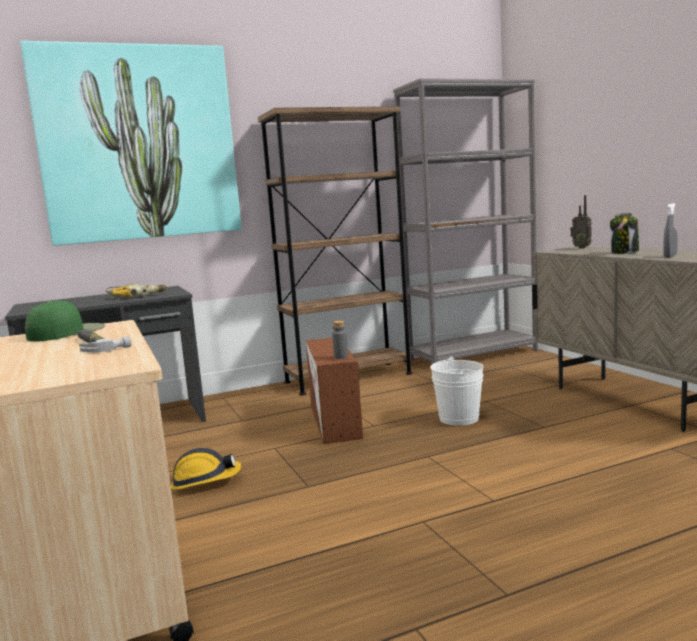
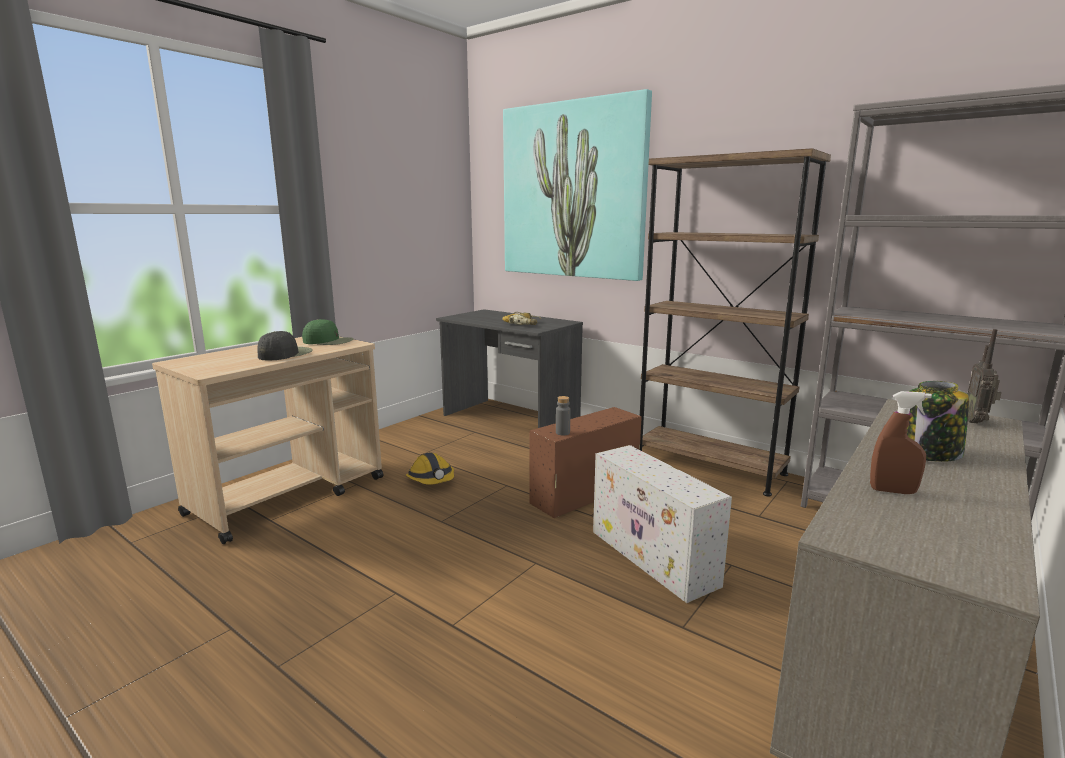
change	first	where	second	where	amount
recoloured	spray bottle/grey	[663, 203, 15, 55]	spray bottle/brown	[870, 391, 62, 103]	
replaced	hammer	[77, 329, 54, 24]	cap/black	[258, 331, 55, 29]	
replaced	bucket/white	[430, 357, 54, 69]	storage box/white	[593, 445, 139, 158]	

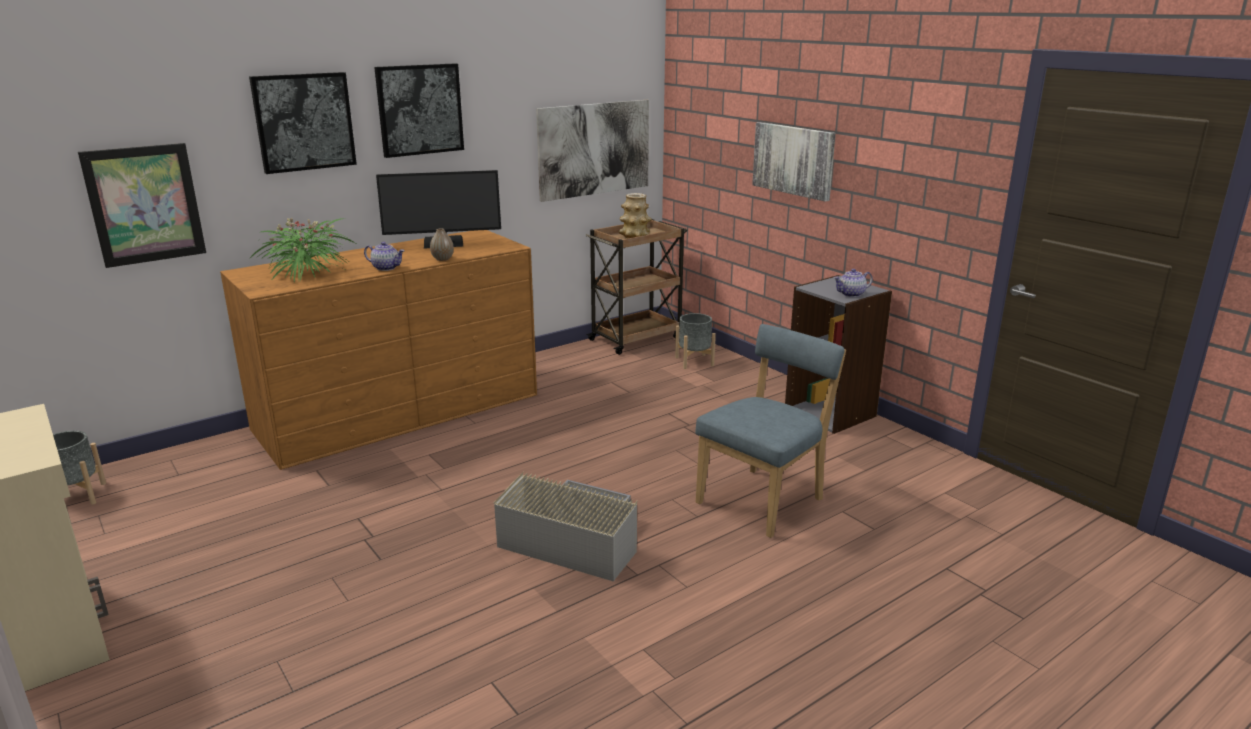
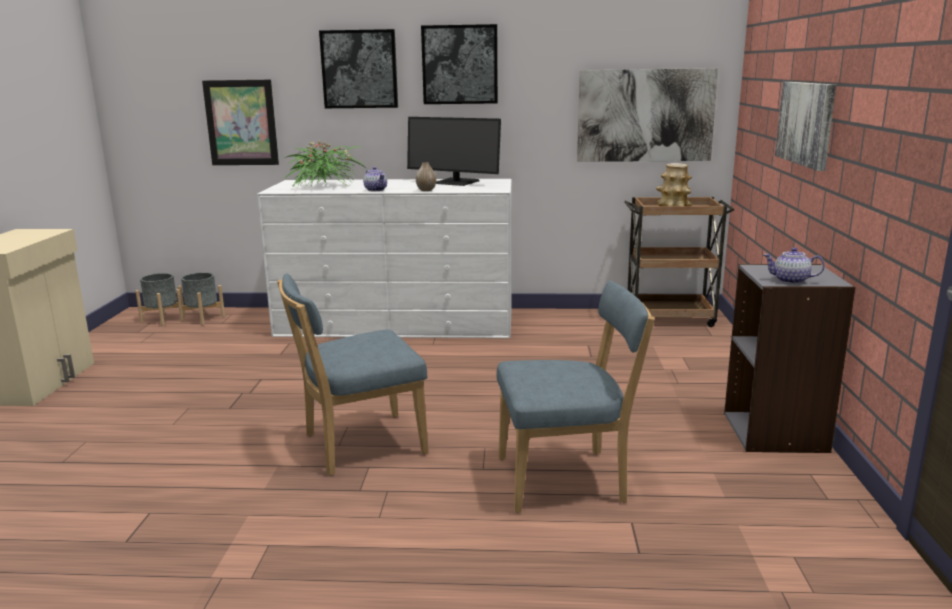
change	first	where	second	where	amount
recoloured	dresser/brown	[220, 230, 317, 240]	dresser/white	[257, 179, 255, 159]	
moved	planter/grey	[675, 313, 41, 56]		[176, 272, 49, 53]	
replaced	storage box/grey	[494, 472, 143, 109]	chair/blue	[277, 273, 152, 202]	

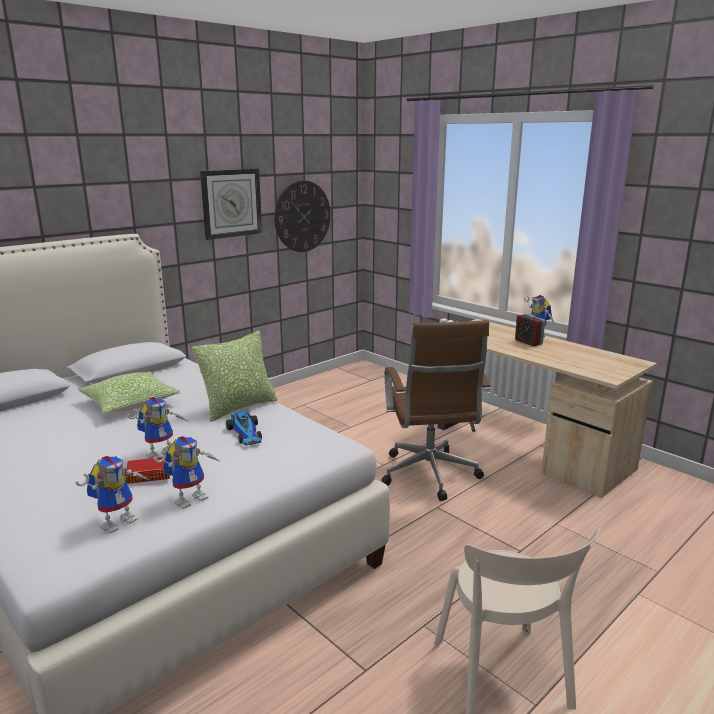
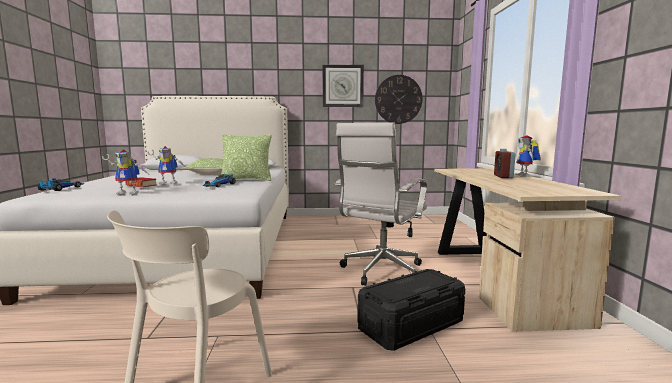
change	first	where	second	where	amount
recoloured	office chair/brown	[381, 320, 110, 181]	office chair/white	[334, 122, 93, 164]	
removed	toy robot	[75, 456, 76, 78]			
added			toy car	[37, 178, 48, 13]	
added			storage box/black	[357, 269, 108, 82]	

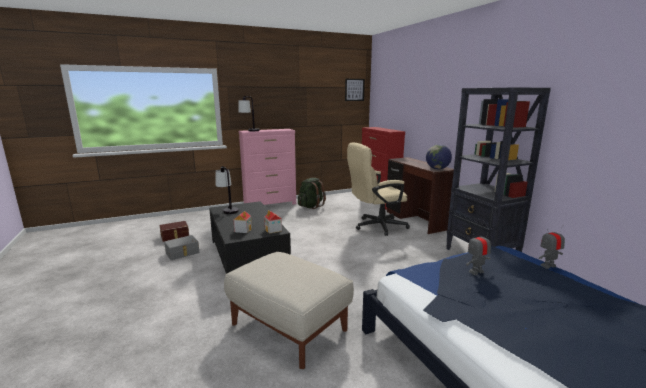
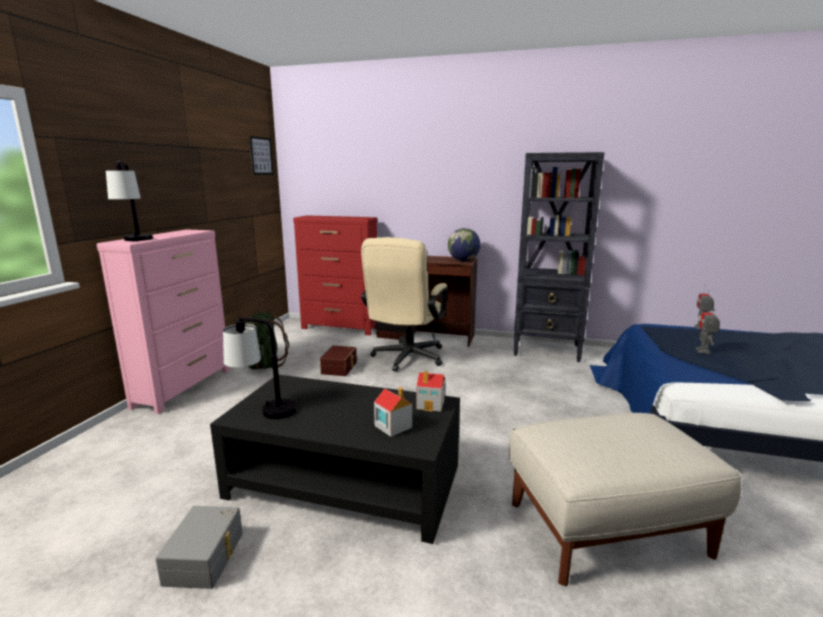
change	first	where	second	where	amount
moved	storage box/brown	[160, 221, 29, 21]		[320, 346, 37, 30]	

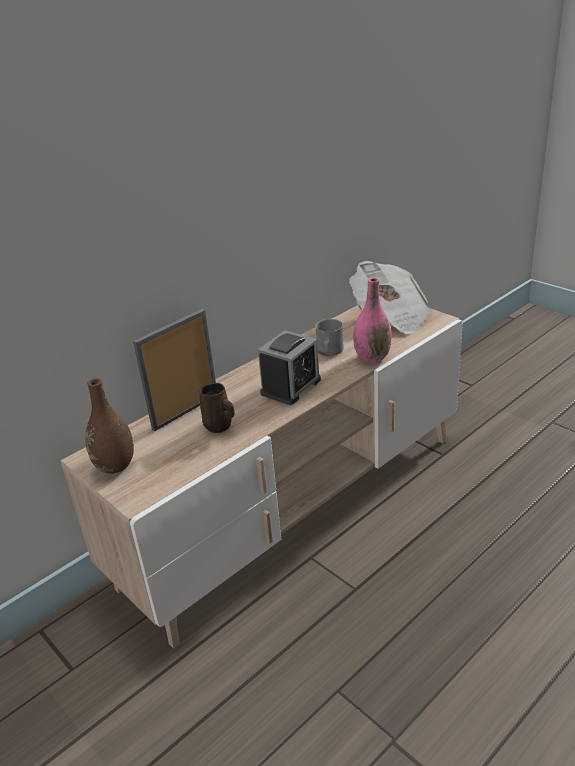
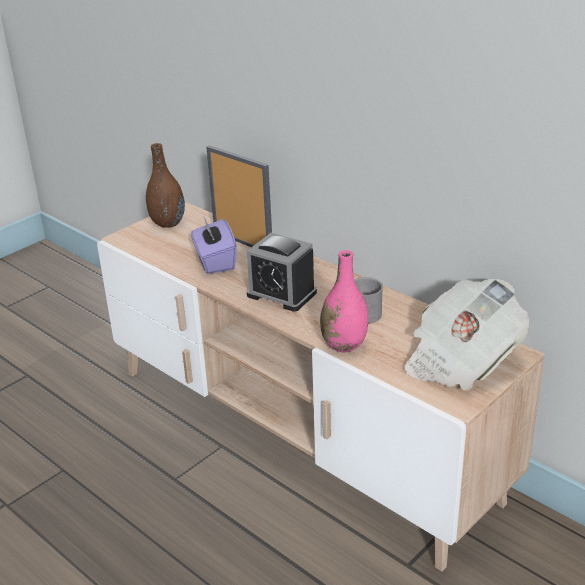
change	first	where	second	where	amount
replaced	mug/brown	[200, 383, 35, 50]	tissue box/purple	[191, 217, 46, 57]	

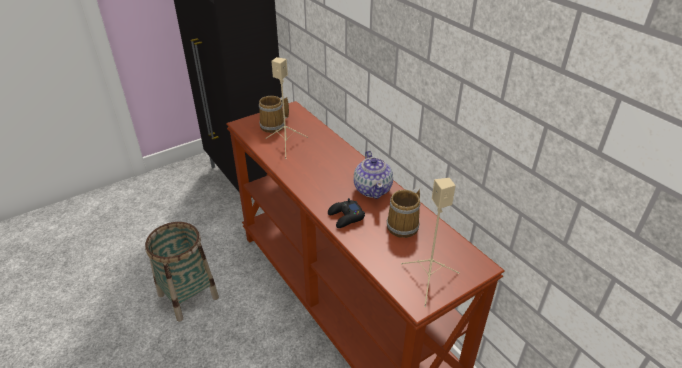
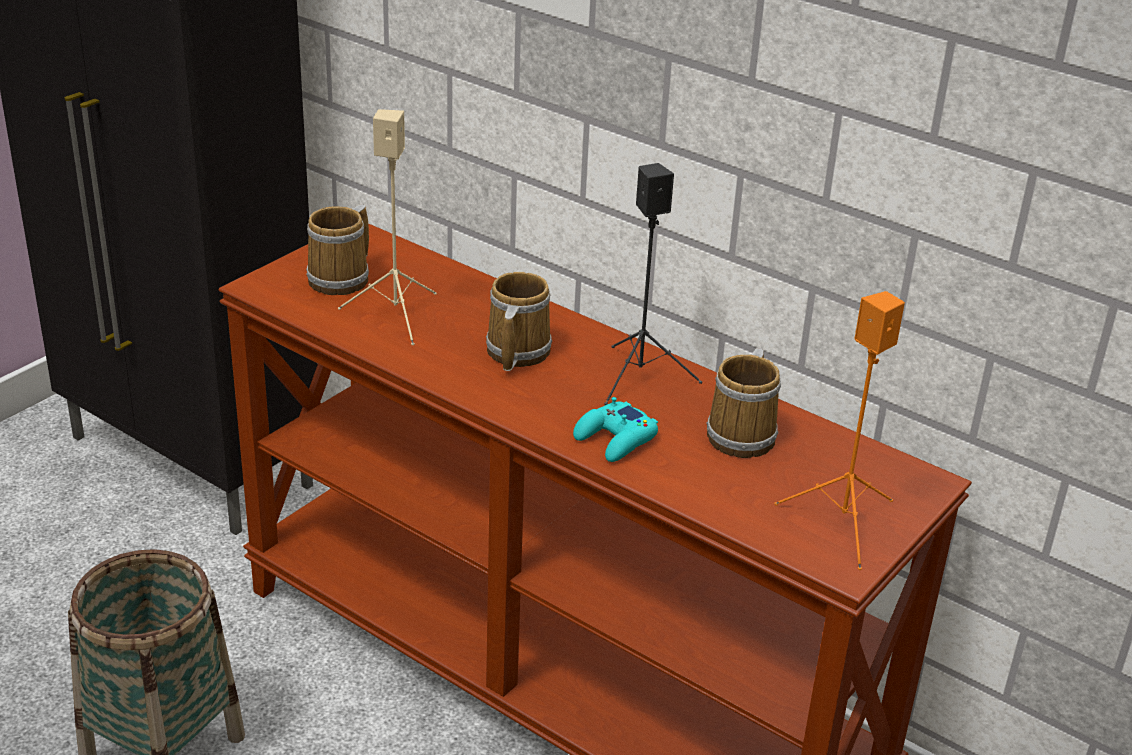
change	first	where	second	where	amount
replaced	teapot	[354, 150, 39, 49]	speaker/black	[604, 163, 98, 242]	
recoloured	speaker/beige	[401, 178, 58, 129]	speaker/orange	[774, 291, 131, 279]	
recoloured	game controller/black	[328, 198, 37, 30]	game controller/turquoise	[573, 397, 85, 65]	
added			mug	[486, 272, 66, 99]	

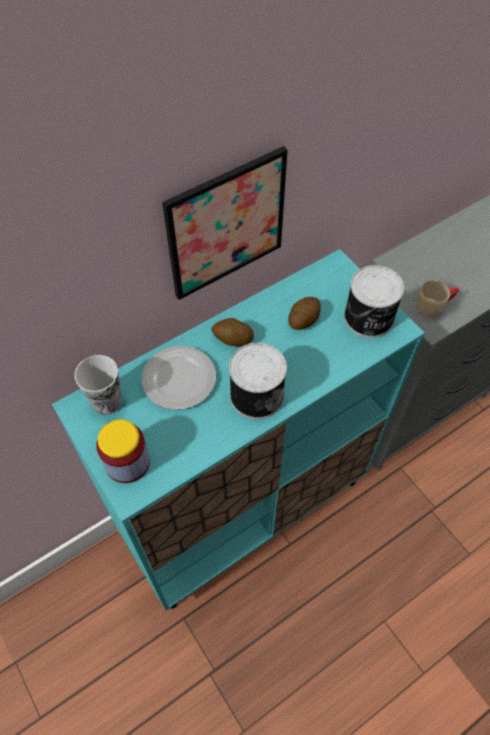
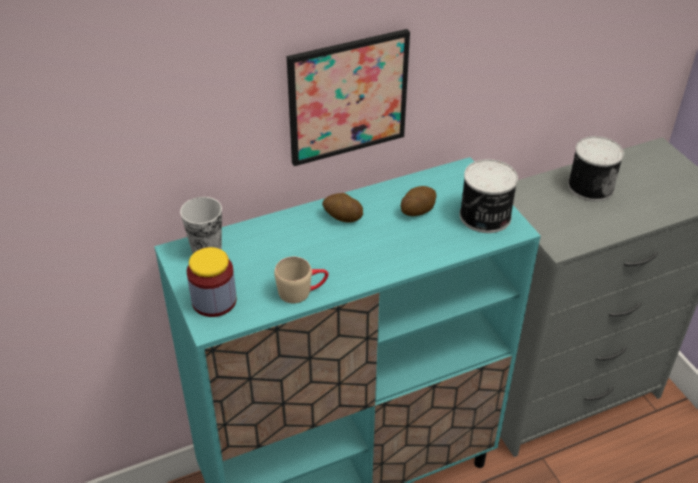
change	first	where	second	where	amount
moved	mug/beige	[416, 280, 43, 38]		[274, 257, 55, 46]	
moved	can	[229, 343, 58, 76]		[568, 136, 56, 66]	
removed	plate	[141, 346, 75, 64]			

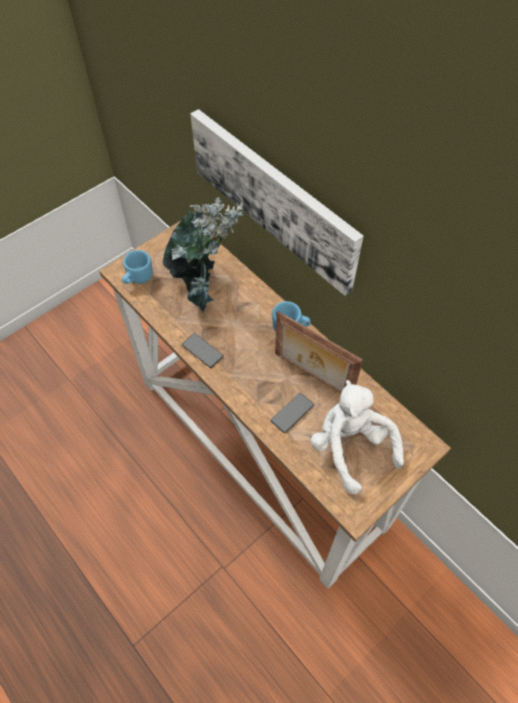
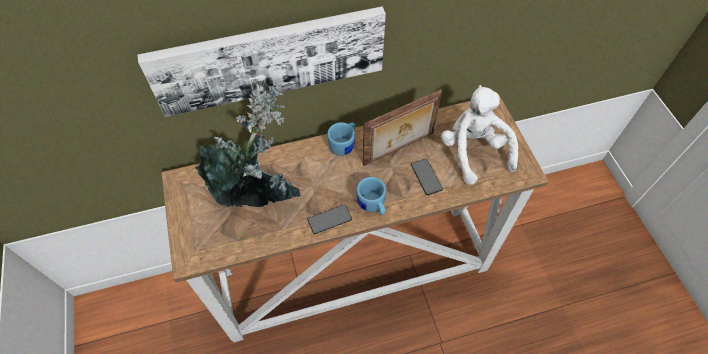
change	first	where	second	where	amount
moved	mug/blue	[122, 250, 31, 34]		[357, 177, 29, 38]	
turned	plush toy/white	[310, 380, 94, 114]		[441, 85, 77, 100]	75 degrees clockwise

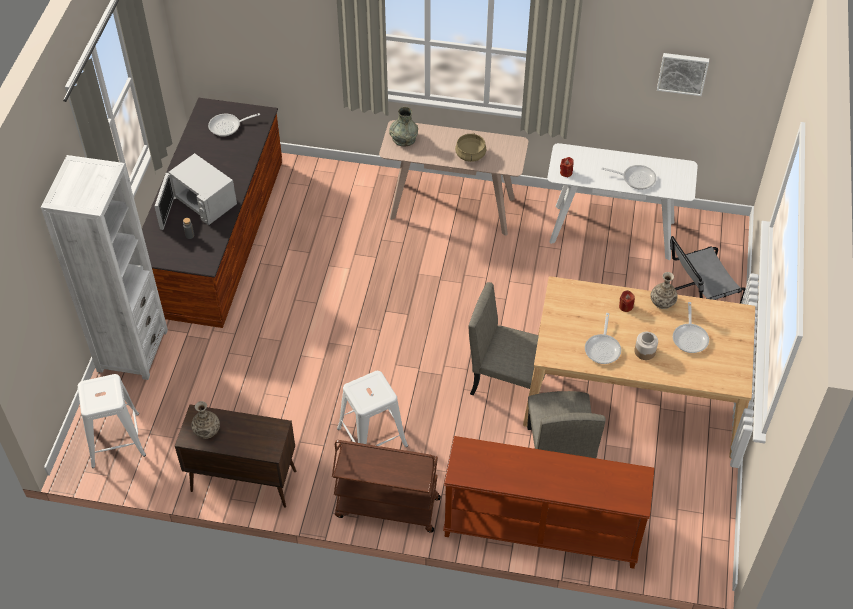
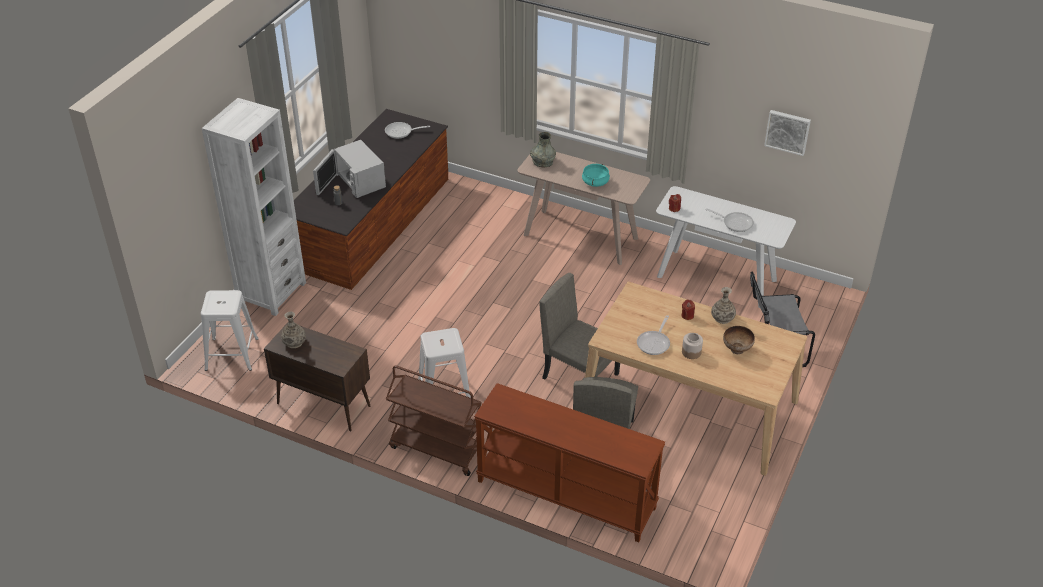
change	first	where	second	where	amount
recoloured	cooking pot/beige	[455, 133, 31, 29]	cooking pot/turquoise	[582, 164, 28, 23]	
replaced	frying pan	[673, 302, 36, 51]	bowl	[723, 326, 32, 28]	

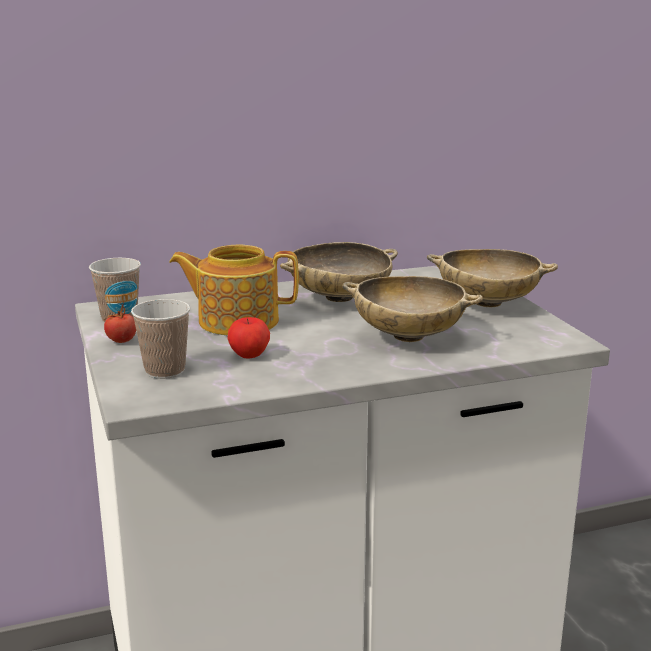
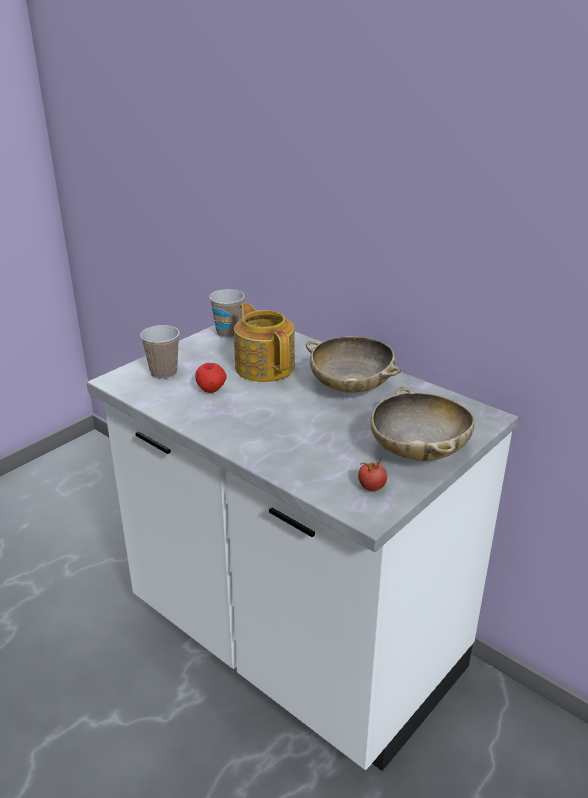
change	first	where	second	where	amount
removed	bowl/beige	[342, 276, 141, 66]			
moved	tomato	[104, 302, 32, 41]		[358, 459, 29, 32]	

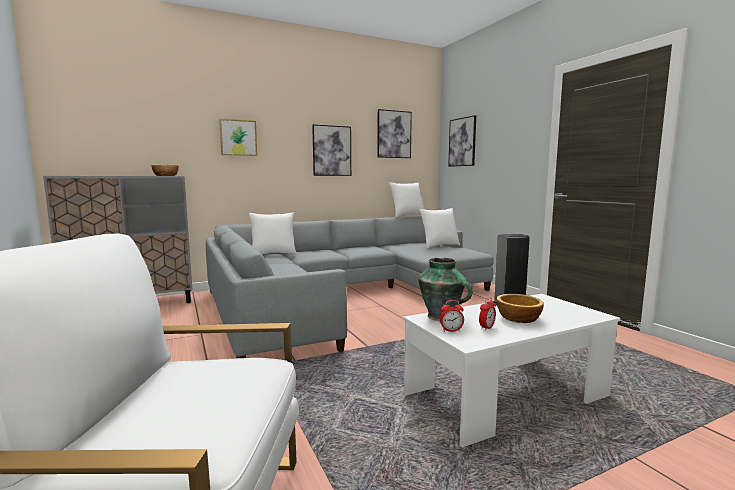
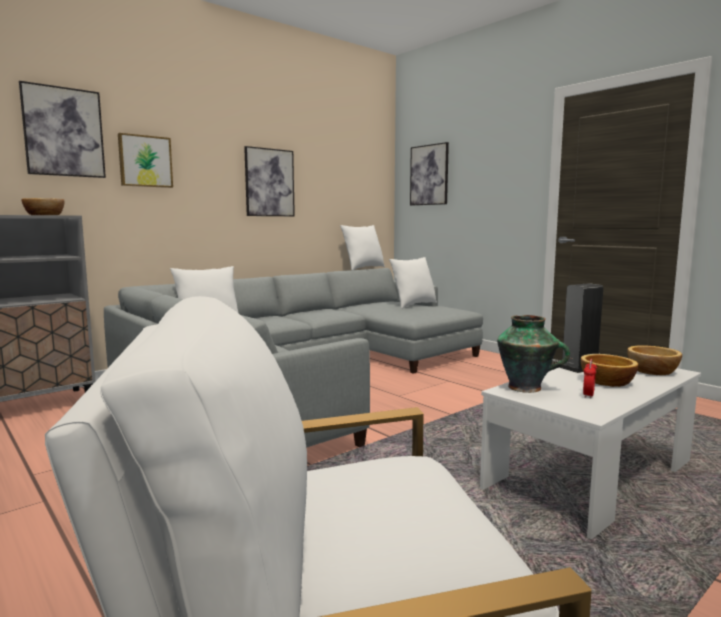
change	first	where	second	where	amount
moved	picture	[377, 109, 35, 49]		[19, 81, 87, 97]	
removed	alarm clock	[440, 300, 24, 32]			
added			bowl	[627, 346, 55, 29]	

